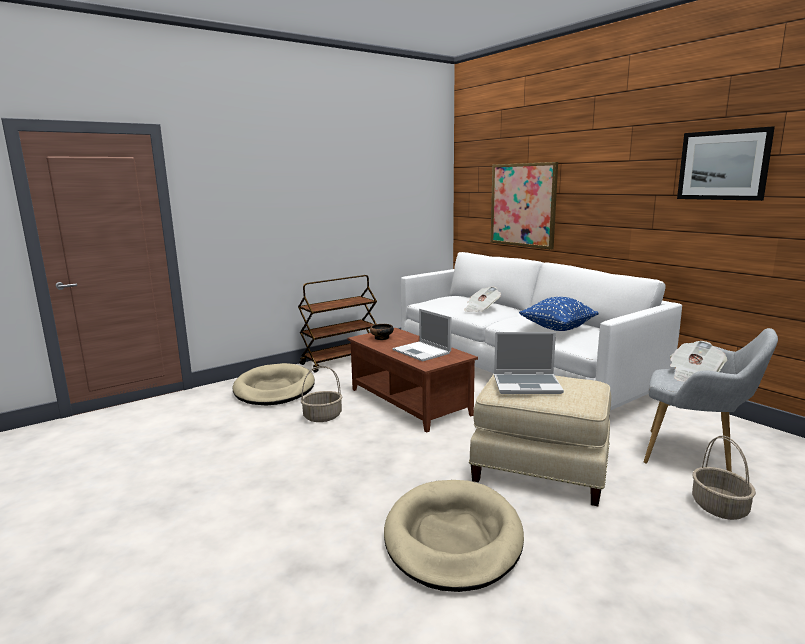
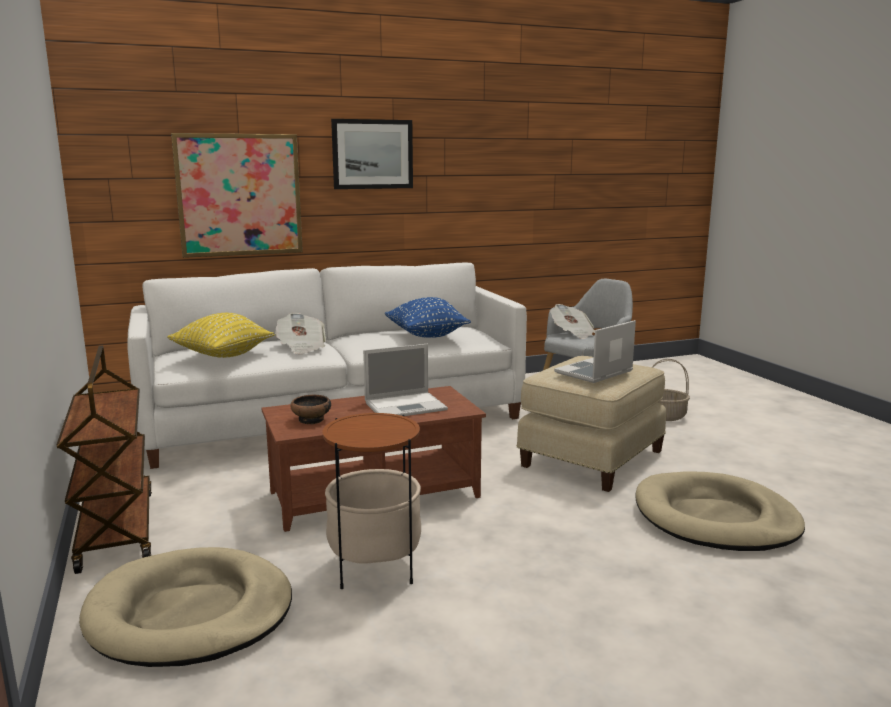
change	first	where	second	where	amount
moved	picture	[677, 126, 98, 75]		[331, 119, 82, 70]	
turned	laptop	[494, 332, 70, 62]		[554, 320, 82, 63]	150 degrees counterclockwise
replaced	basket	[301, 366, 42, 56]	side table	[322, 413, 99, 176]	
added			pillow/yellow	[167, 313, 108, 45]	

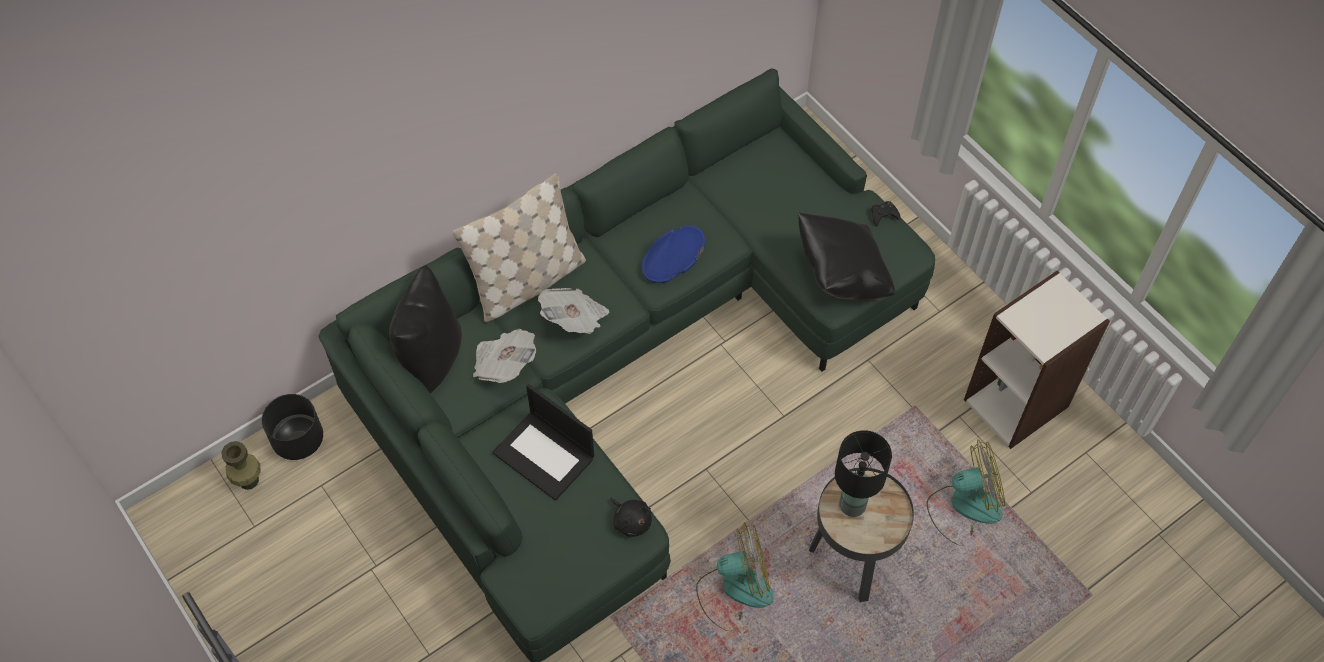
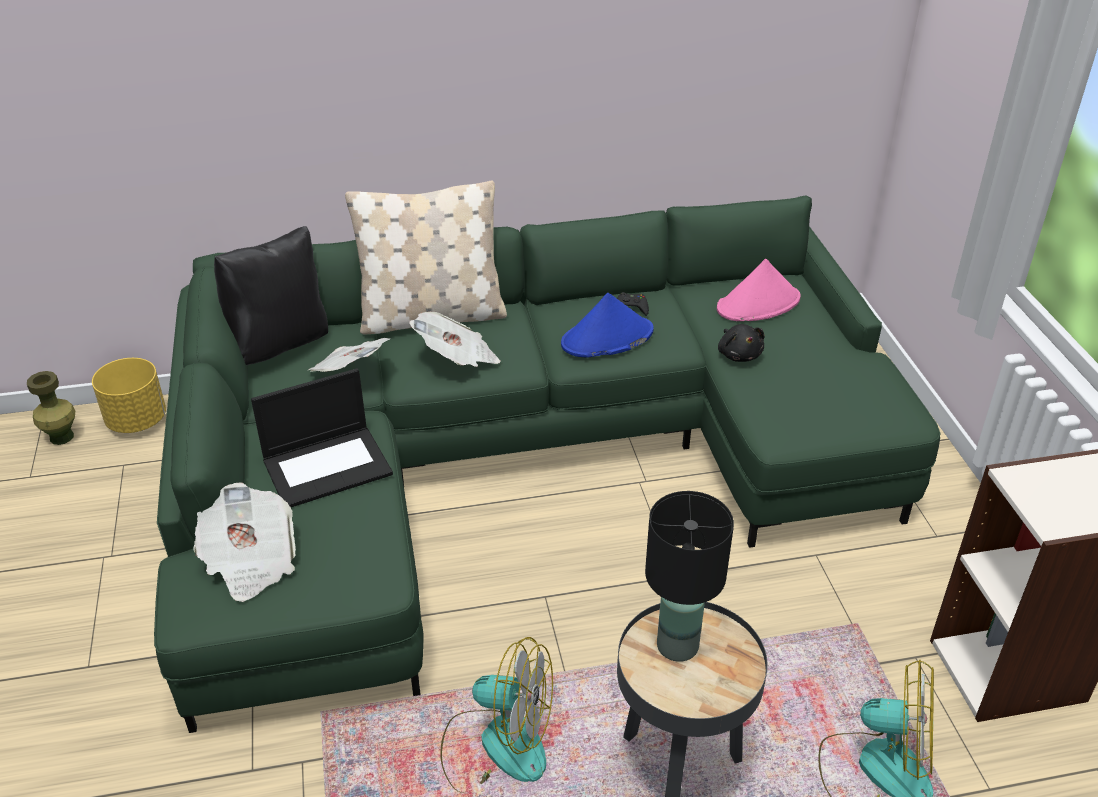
change	first	where	second	where	amount
moved	game controller/black	[871, 201, 30, 26]		[617, 292, 32, 24]	
removed	pillow/black	[798, 213, 97, 88]			
turned	laptop	[492, 384, 102, 117]		[251, 368, 142, 139]	90 degrees counterclockwise
recoloured	planter/black	[262, 394, 61, 66]	planter/yellow	[92, 358, 74, 75]	
moved	plush toy/black	[610, 498, 42, 39]		[718, 324, 47, 38]	
added			hat/pink	[717, 259, 84, 62]	
added			newspaper	[193, 482, 103, 120]	

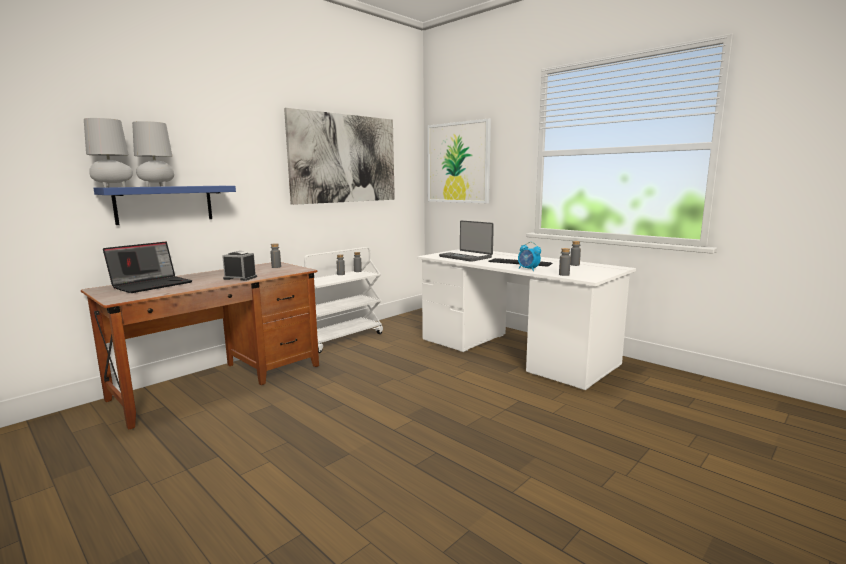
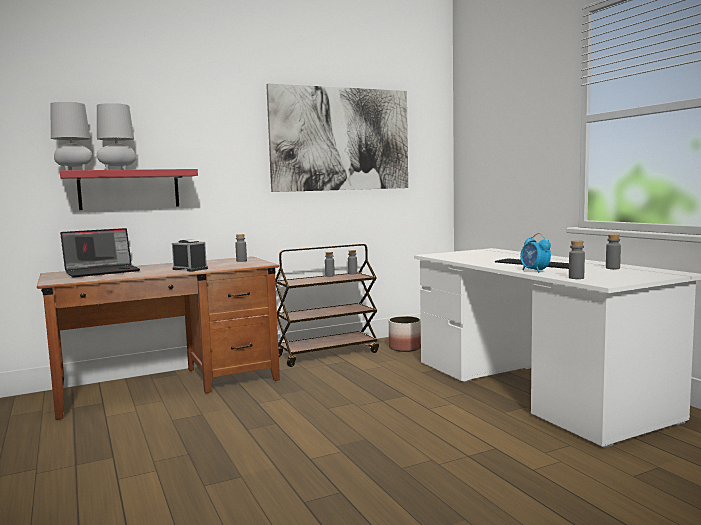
change	first	where	second	where	amount
removed	picture	[427, 119, 64, 84]			
recoloured	shelf/blue	[93, 186, 143, 39]	shelf/red	[60, 169, 138, 41]	
removed	laptop	[439, 220, 55, 42]			
recoloured	cart/white	[304, 247, 79, 106]	cart/brown	[275, 244, 104, 123]	
added			planter	[389, 316, 32, 36]	

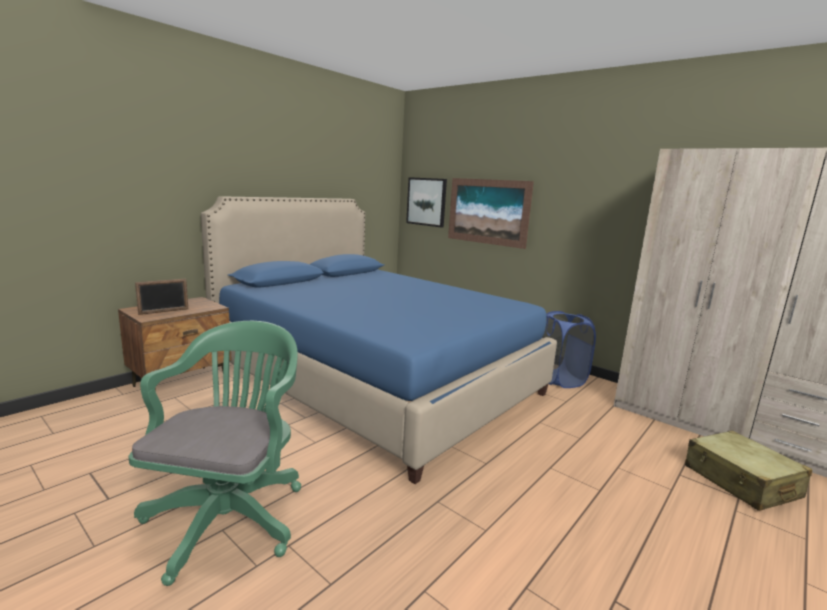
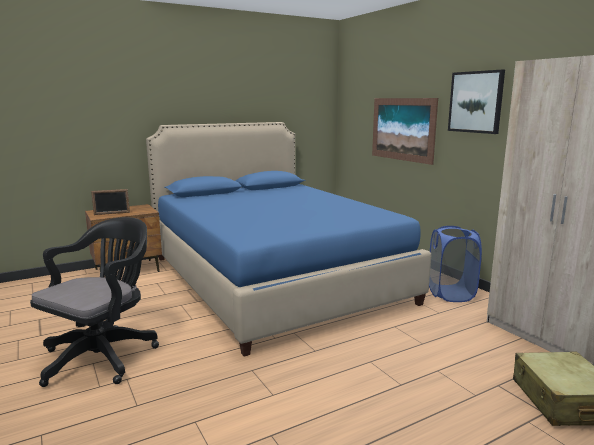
change	first	where	second	where	amount
moved	picture	[406, 177, 41, 51]		[448, 70, 57, 64]	
recoloured	office chair/green	[129, 321, 172, 265]	office chair/black	[30, 217, 129, 170]	

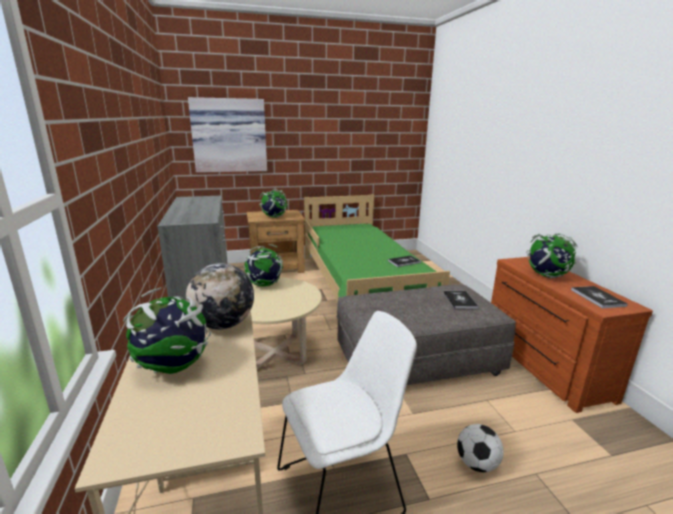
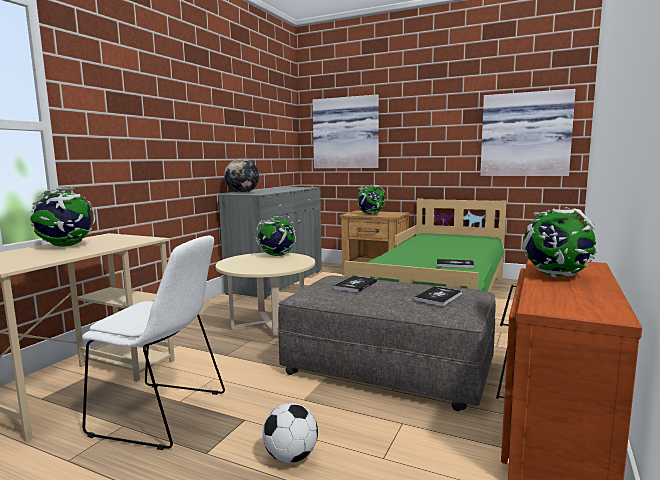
change	first	where	second	where	amount
moved	globe	[186, 263, 68, 67]		[224, 158, 35, 35]	
moved	book	[571, 286, 57, 22]		[333, 276, 44, 16]	
added			picture	[480, 89, 96, 87]	

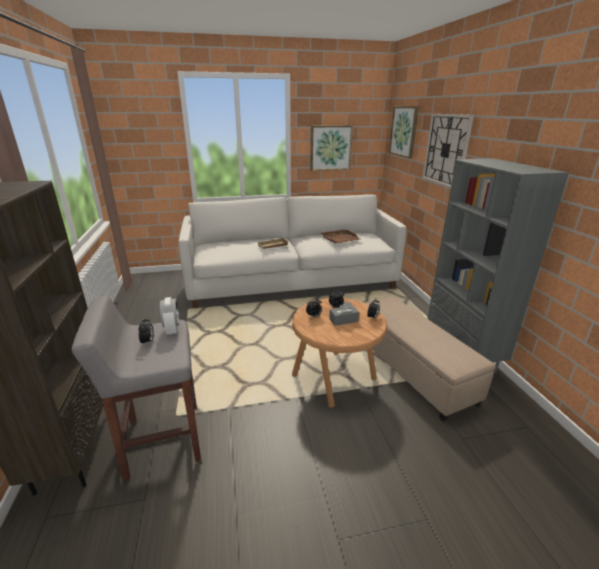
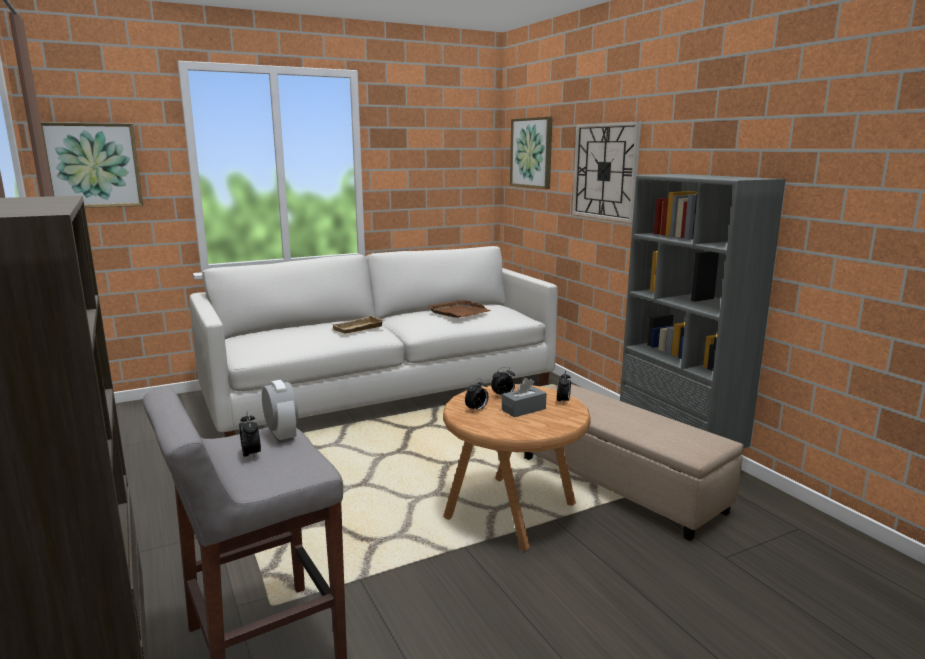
change	first	where	second	where	amount
moved	picture	[310, 125, 43, 46]		[41, 122, 102, 86]	

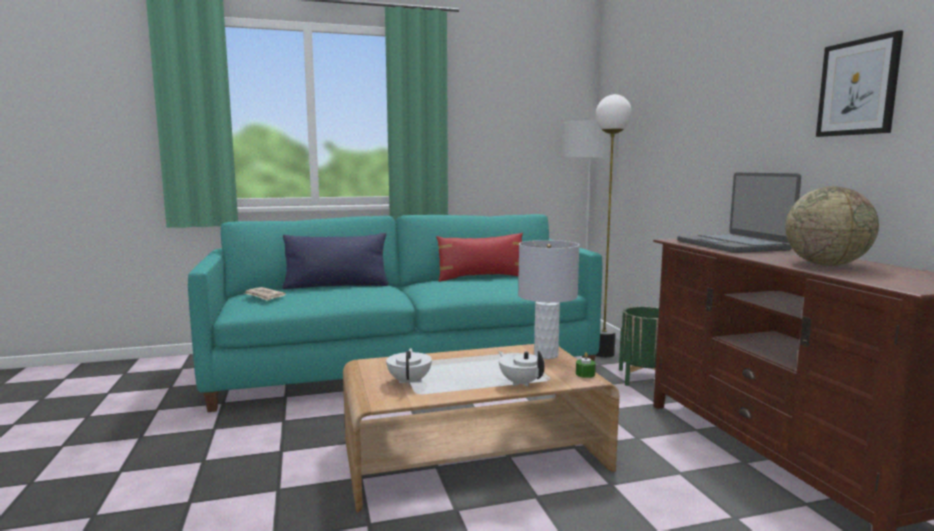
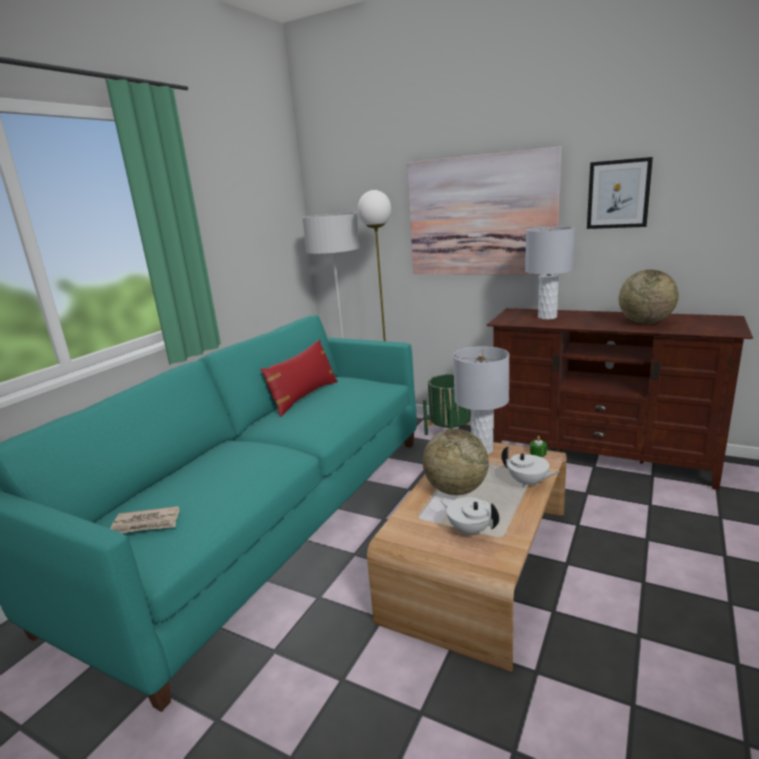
change	first	where	second	where	amount
replaced	laptop	[677, 173, 124, 80]	table lamp/grey	[525, 226, 50, 94]	
removed	pillow/blue	[282, 233, 106, 56]			
turned	teapot/white	[499, 351, 45, 36]		[501, 446, 58, 42]	150 degrees counterclockwise
added			picture	[407, 146, 155, 128]	
added			globe	[423, 429, 66, 66]	

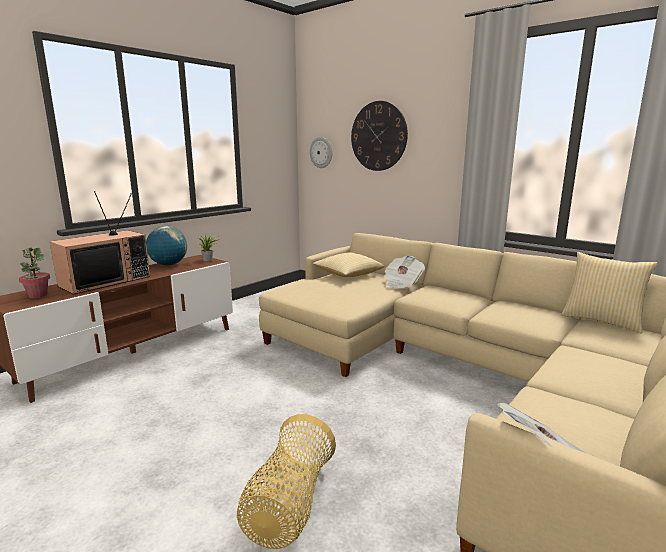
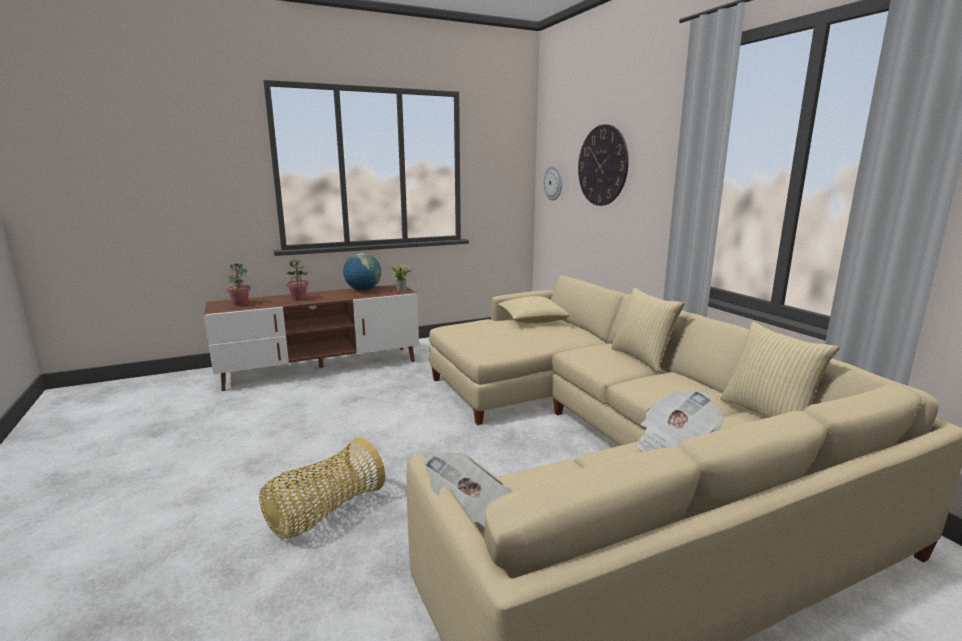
change	first	where	second	where	amount
replaced	television	[50, 191, 100, 104]	potted plant	[286, 259, 23, 41]	
moved	newspaper	[384, 256, 41, 32]		[636, 391, 87, 60]	
added			pillow	[611, 288, 74, 84]	

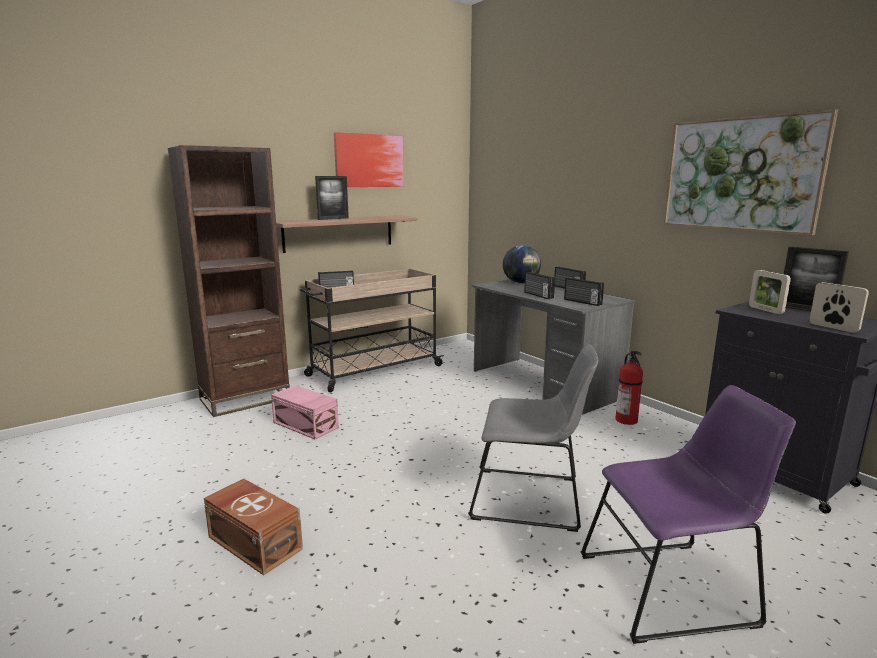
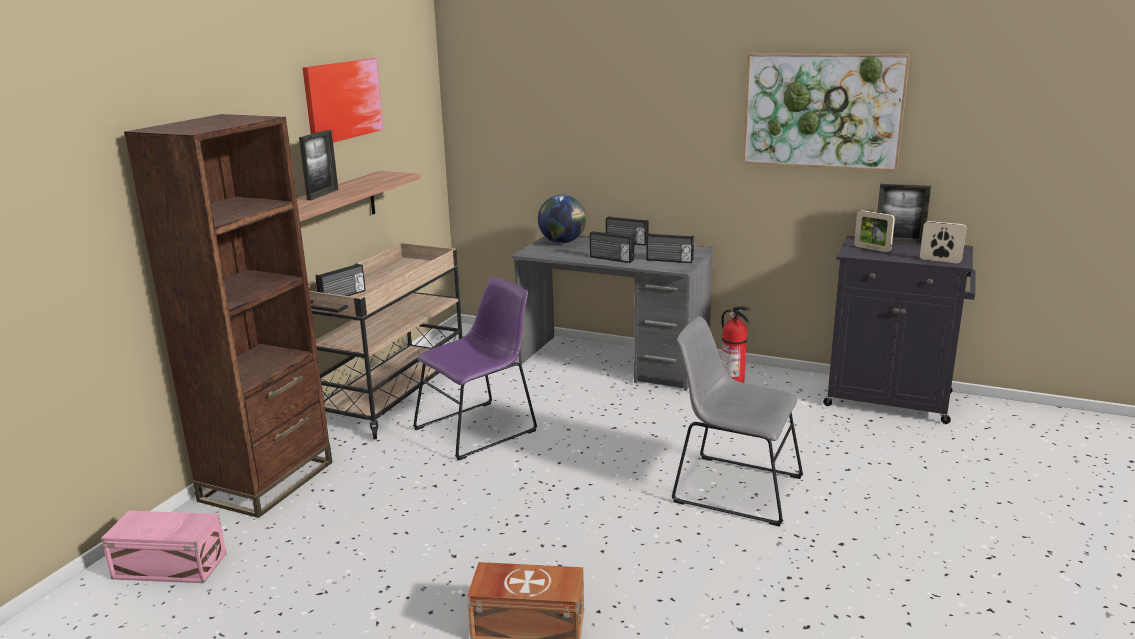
change	first	where	second	where	amount
turned	chair/grey	[468, 344, 130, 188]		[672, 316, 131, 211]	135 degrees counterclockwise
moved	storage box/pink	[271, 385, 68, 54]		[101, 511, 126, 72]	
moved	chair/purple	[581, 385, 215, 259]		[413, 277, 124, 184]	

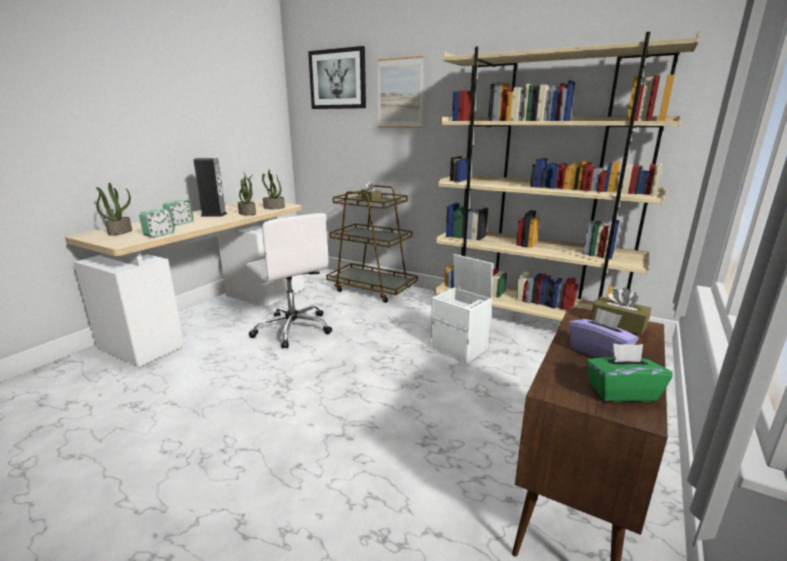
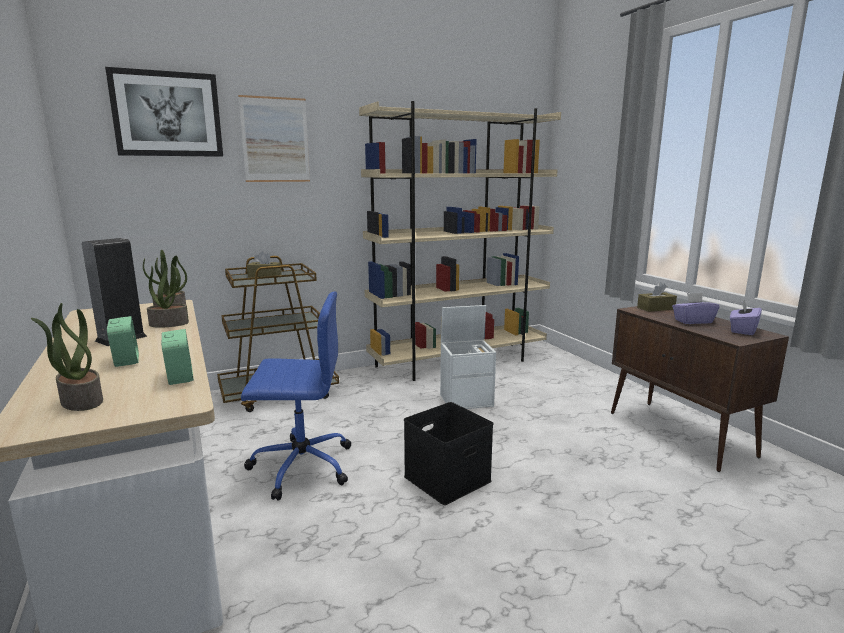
change	first	where	second	where	amount
recoloured	office chair/white	[246, 213, 86, 136]	office chair/blue	[241, 291, 110, 210]	
recoloured	tissue box/green	[586, 343, 87, 59]	tissue box/purple	[730, 299, 32, 36]	
added			storage box/black	[404, 402, 89, 103]	

